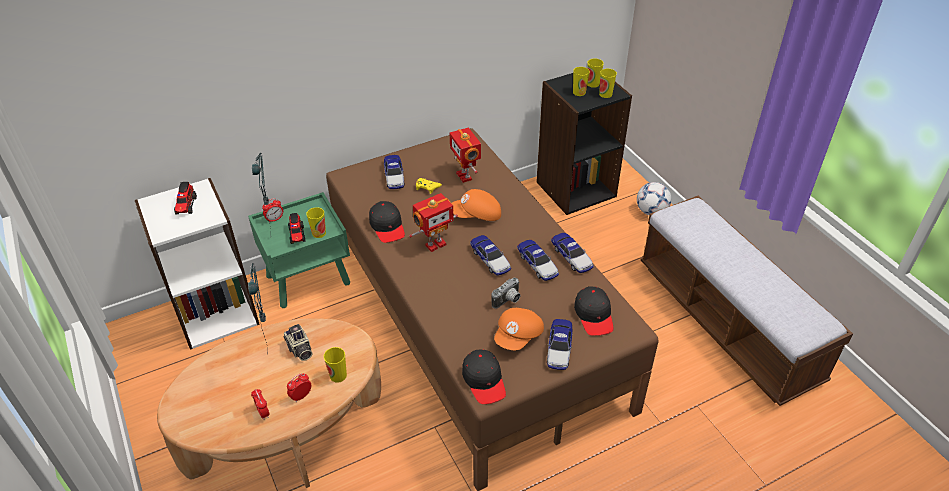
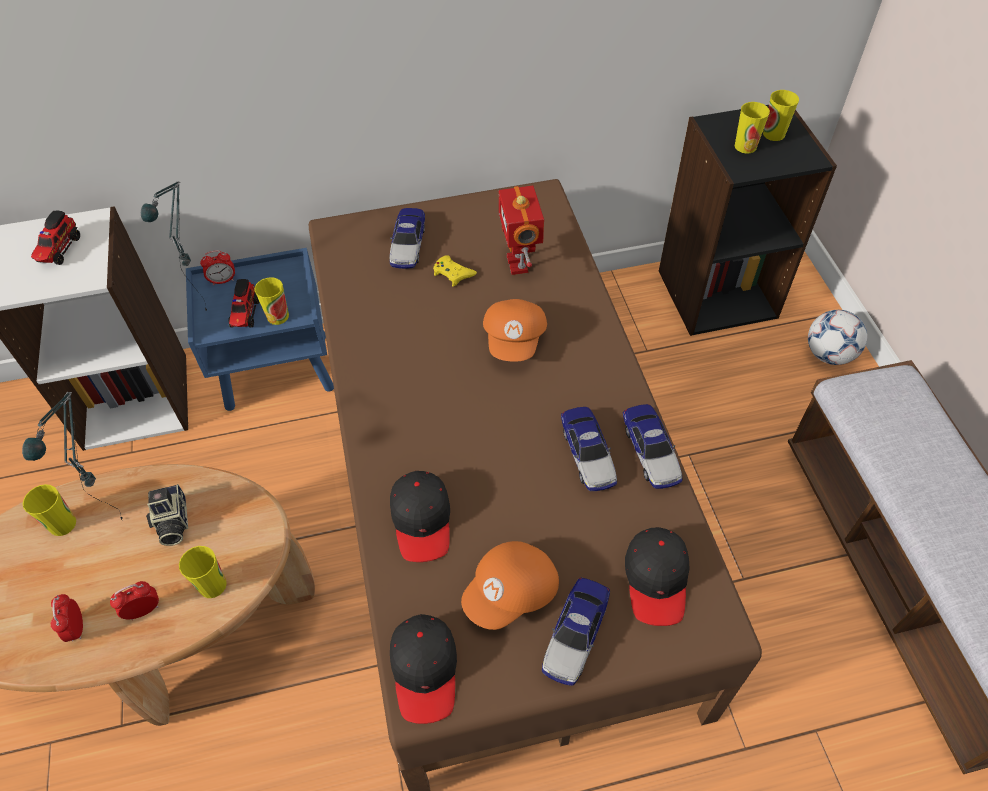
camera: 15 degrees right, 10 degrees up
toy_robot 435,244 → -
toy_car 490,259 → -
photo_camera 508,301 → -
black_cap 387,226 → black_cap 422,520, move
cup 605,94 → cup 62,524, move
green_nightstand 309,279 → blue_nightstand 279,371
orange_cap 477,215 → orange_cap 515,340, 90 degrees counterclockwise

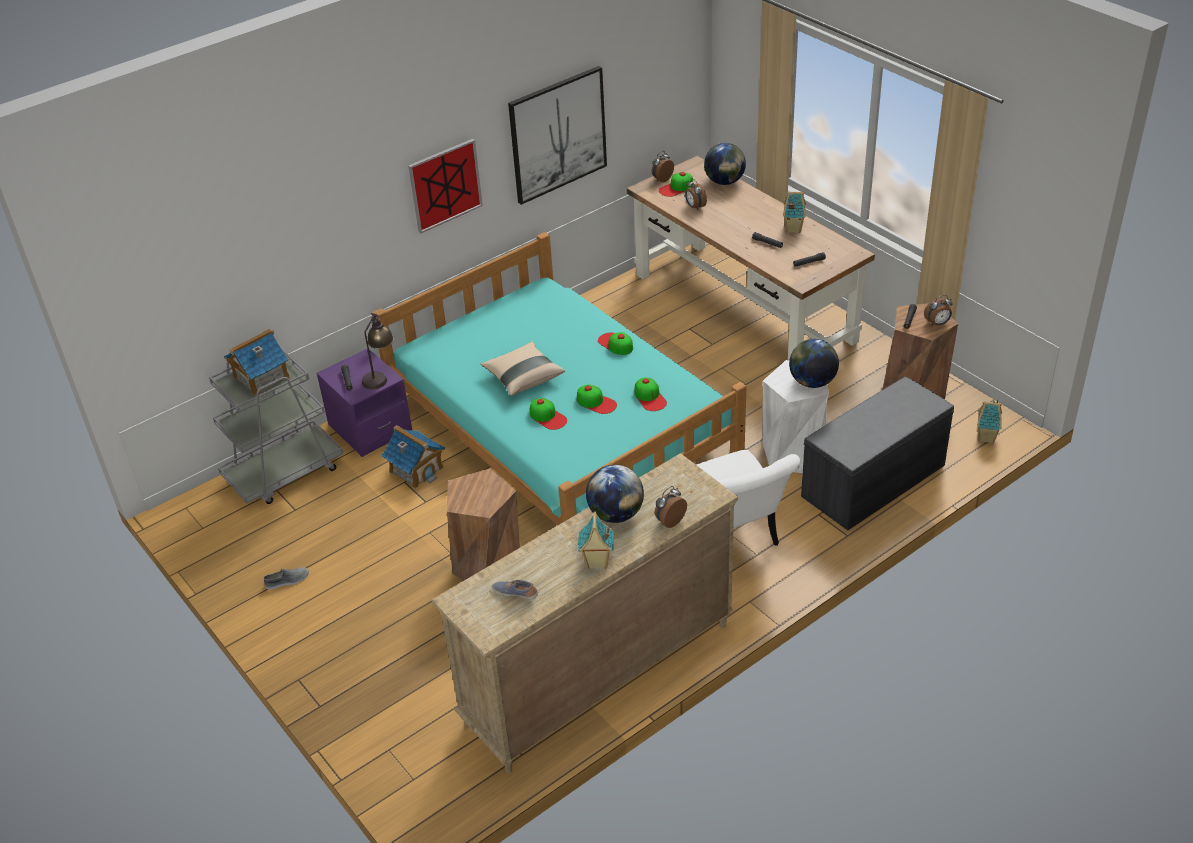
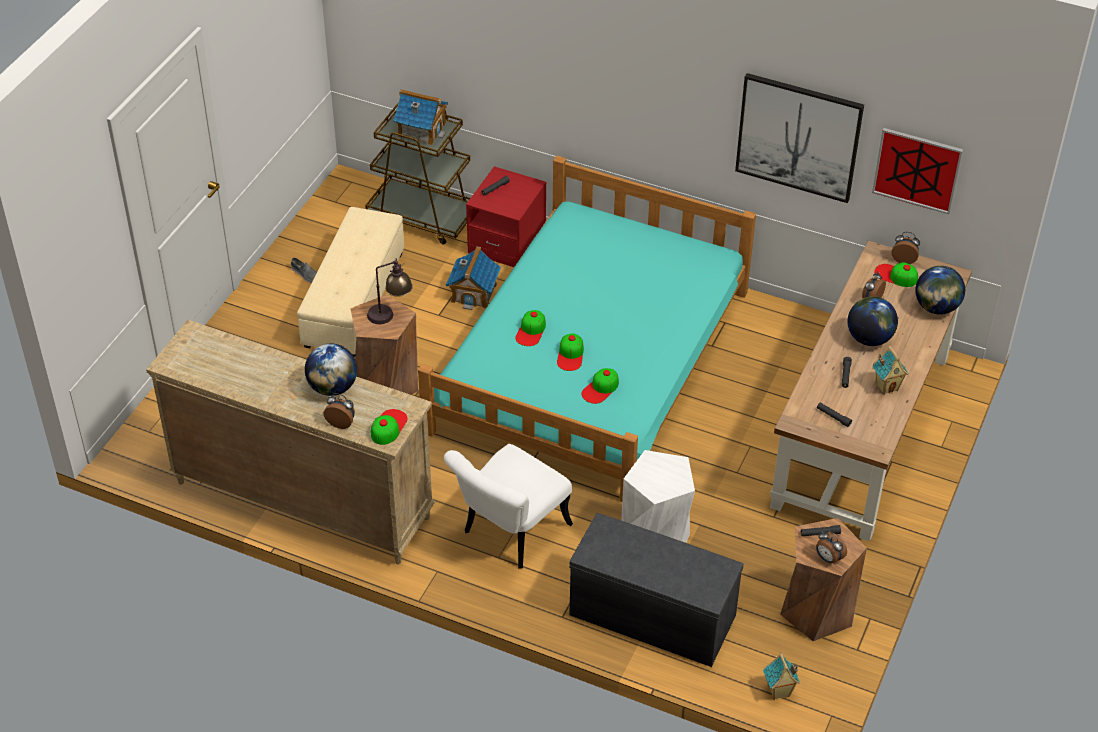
camera: 60 degrees right, 5 degrees up
beige_pillow 523,378 → -
shoe 515,593 → -
toy_house 596,562 → -
- → beige_ottoman 353,299
table_lamp 380,375 → table_lamp 390,315, move
picture 445,185 → picture 917,170, move
cap 615,344 → cap 388,427, move
globe 812,382 → globe 869,338, move
grey_cart 284,472 → brown_cart 423,217
purple_nightstand 370,428 → red_nightstand 507,242

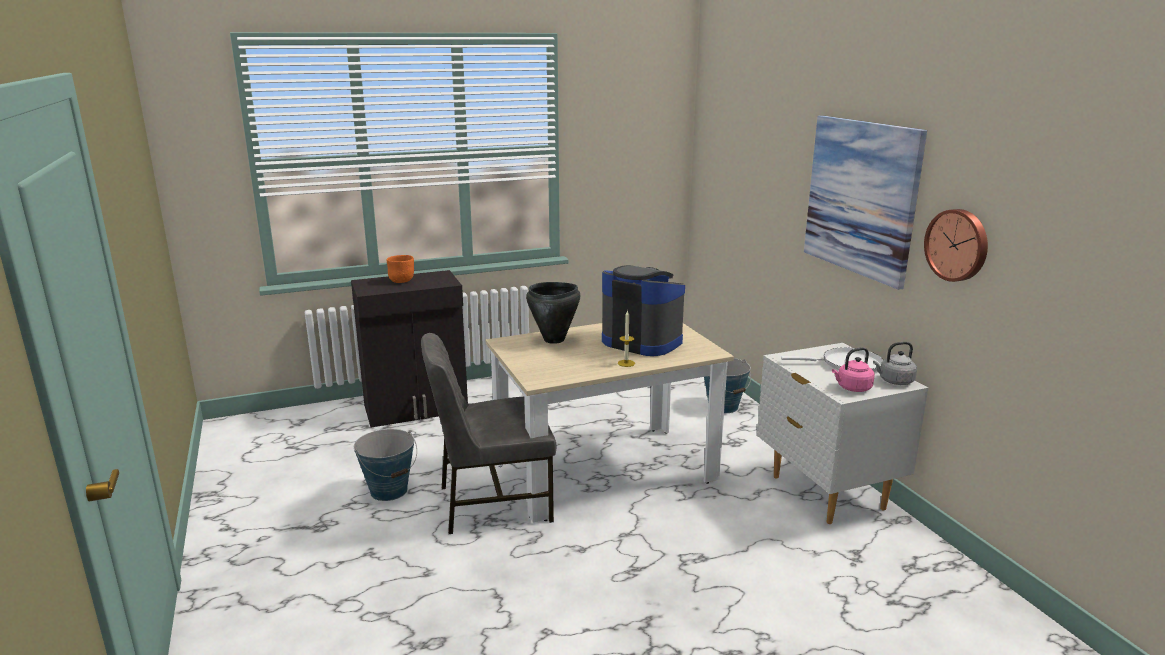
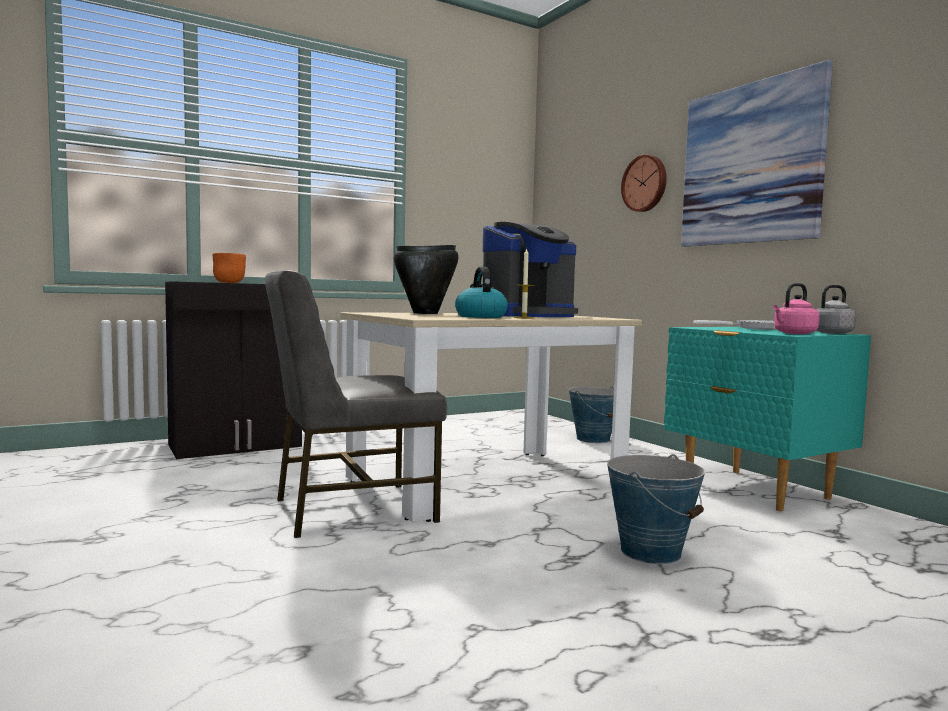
camera: 10 degrees left, 15 degrees down
- → kettle 480,317
bucket 389,490 → bucket 651,551, move
wall_clock 958,245 → wall_clock 645,183, move
white_nightstand 826,493 → turquoise_nightstand 754,490
coffee_machine 642,341 → coffee_machine 529,315, 120 degrees clockwise

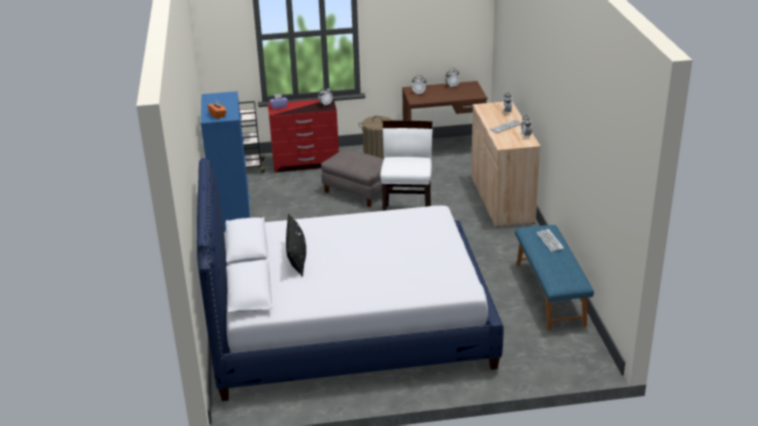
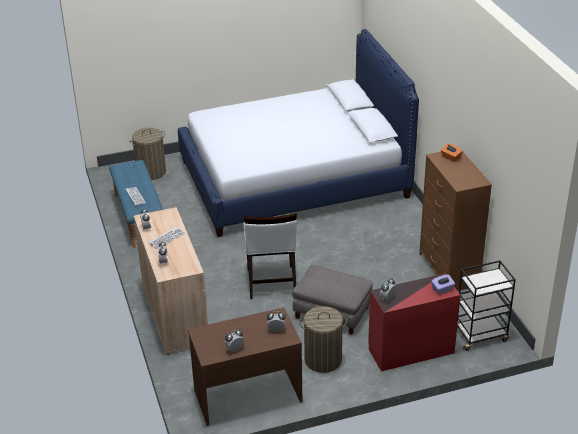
camera: 170 degrees right, 5 degrees up
black_pillow 297,257 → -
- → laundry_basket 151,172
blue_dresser 232,214 → brown_dresser 449,270

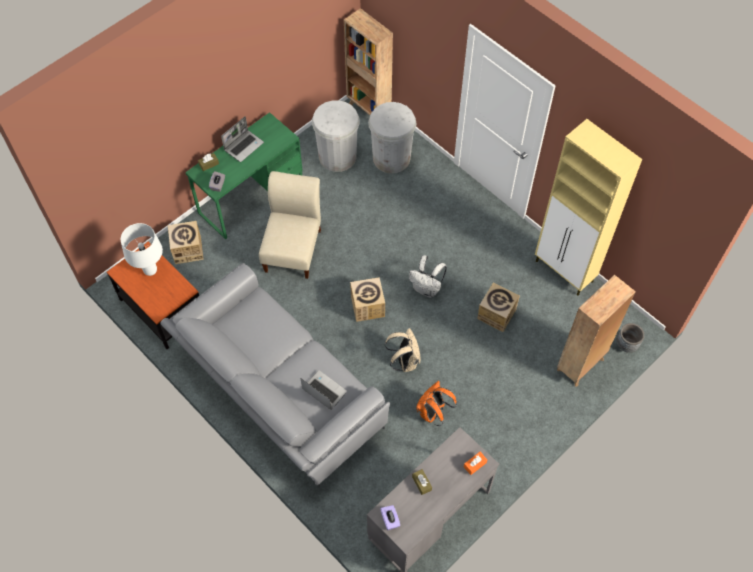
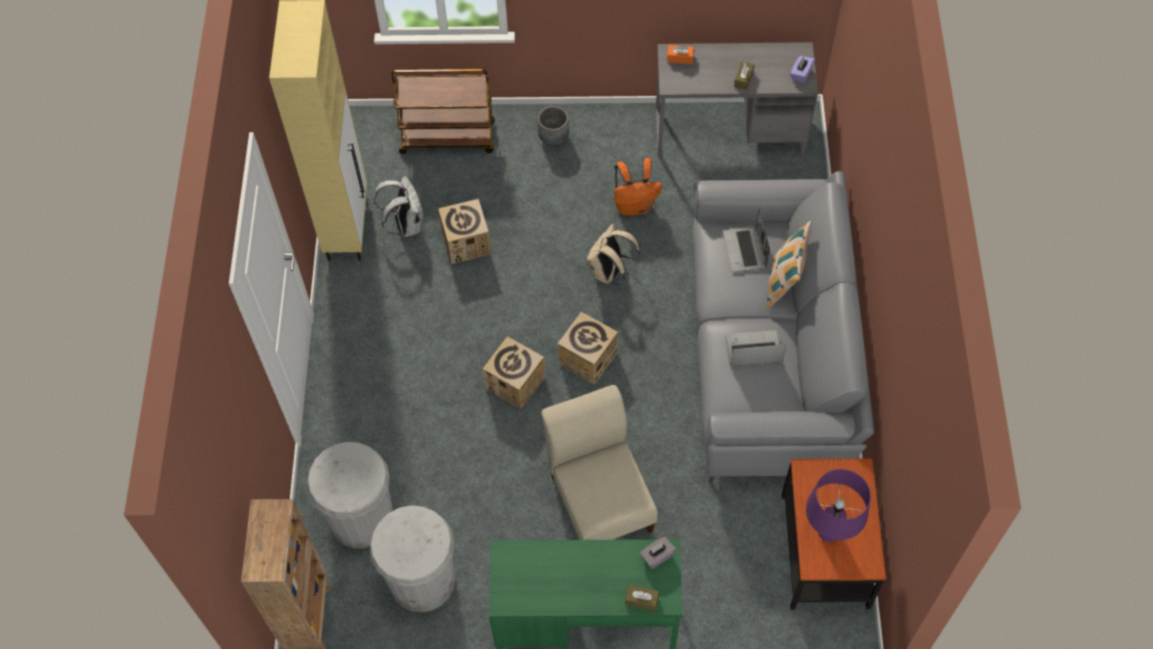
camera: 135 degrees left, 0 degrees up
- → pillow 784,283
cardboard_box 188,250 → cardboard_box 515,383, move
laptop 244,146 → laptop 752,350, move
white_backpack 427,289 → white_backpack 406,225, move
grey_planter 627,345 → grey_planter 554,138, move
brown_bookcase 579,365 → brown_cart 448,137
white_table_lamp 150,270 → purple_table_lamp 828,533
beige_chair 293,248 → beige_chair 600,498, 105 degrees clockwise

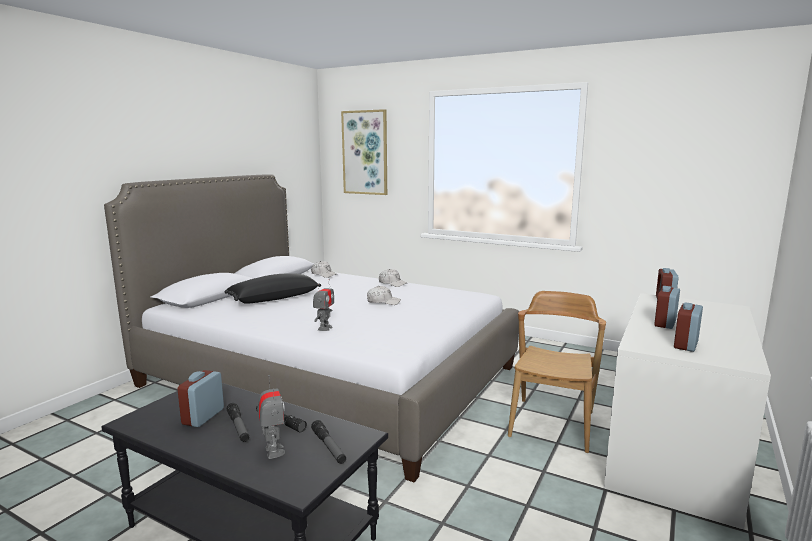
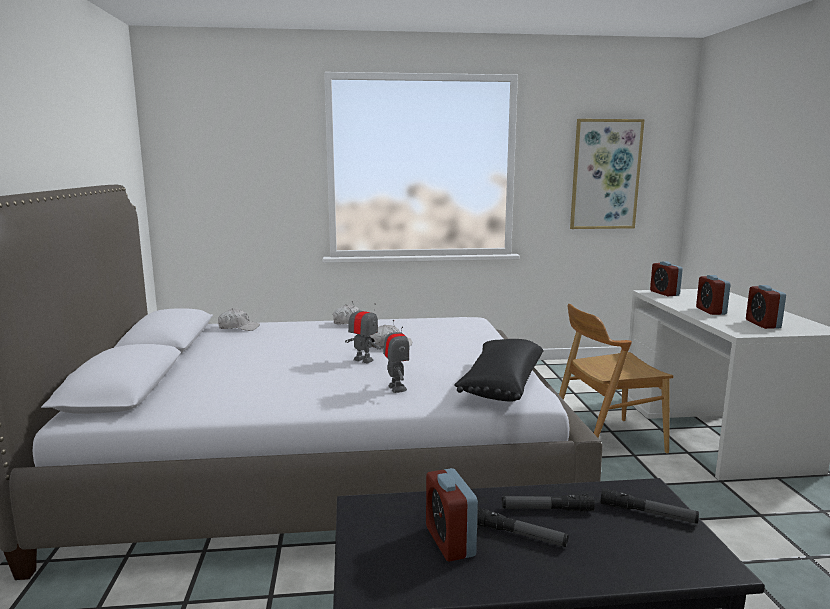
camera: 35 degrees left, 0 degrees up
black_pillow 274,298 → black_pillow 500,385, move
toy_robot 273,451 → toy_robot 363,360, move
picture 365,152 → picture 605,174, move
brown_chair 552,424 → brown_chair 606,440, 90 degrees counterclockwise

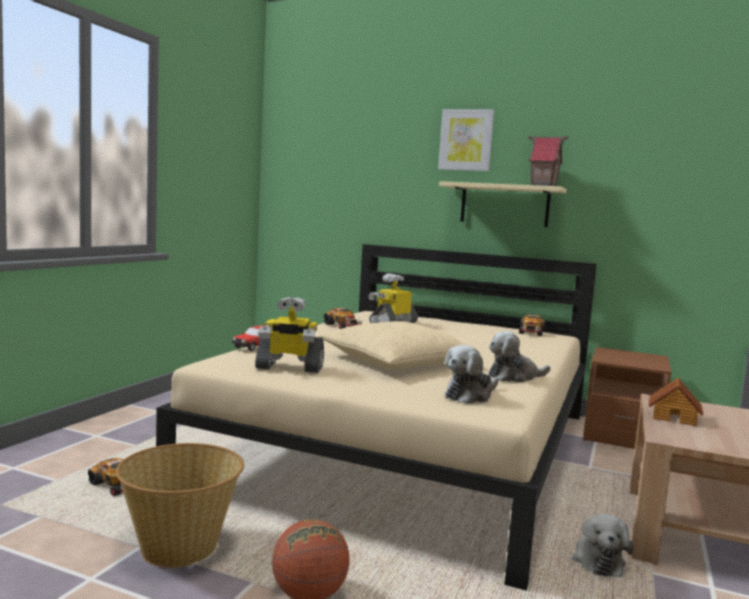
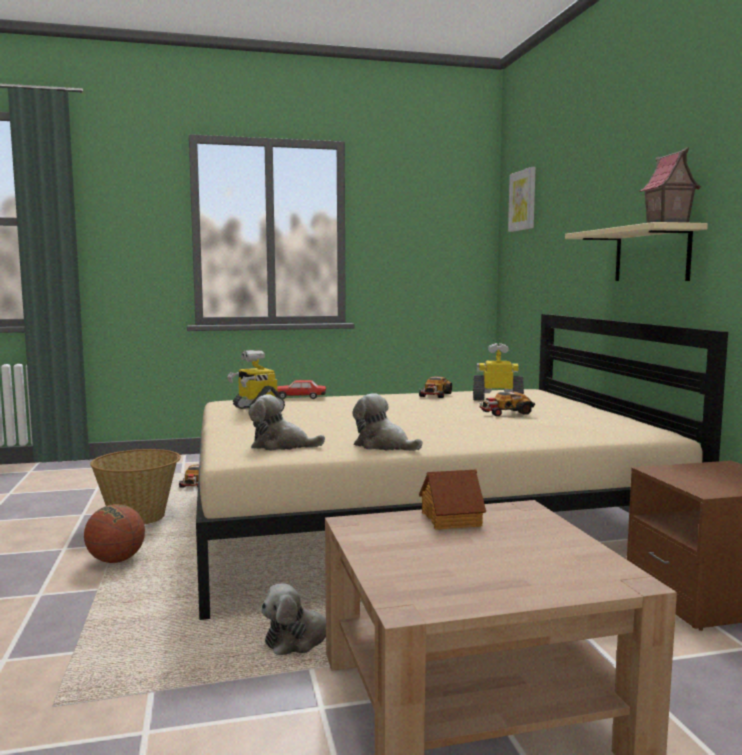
camera: 55 degrees right, 0 degrees up
beige_pillow 396,361 → -
picture 466,140 → picture 523,200, move
toy_car 531,332 → toy_car 505,412, move

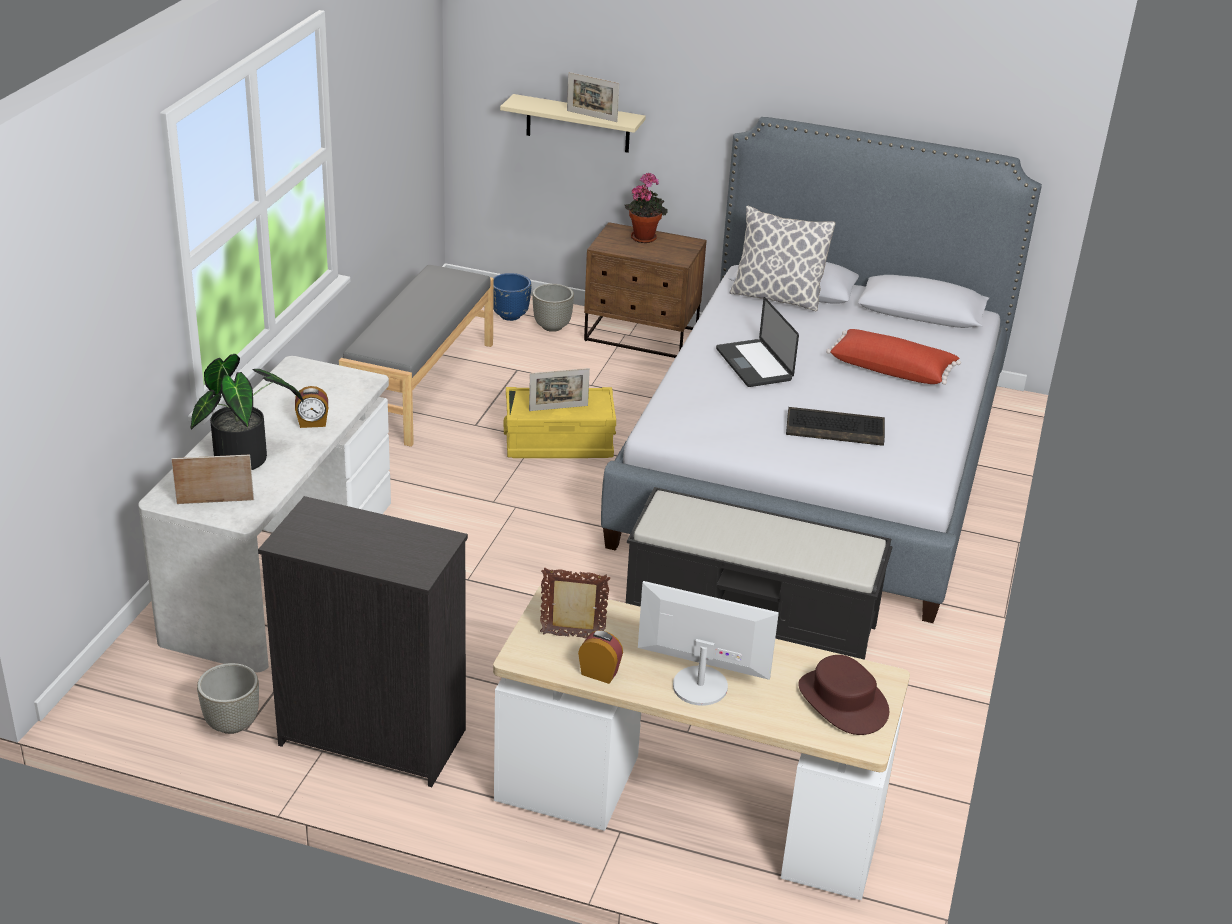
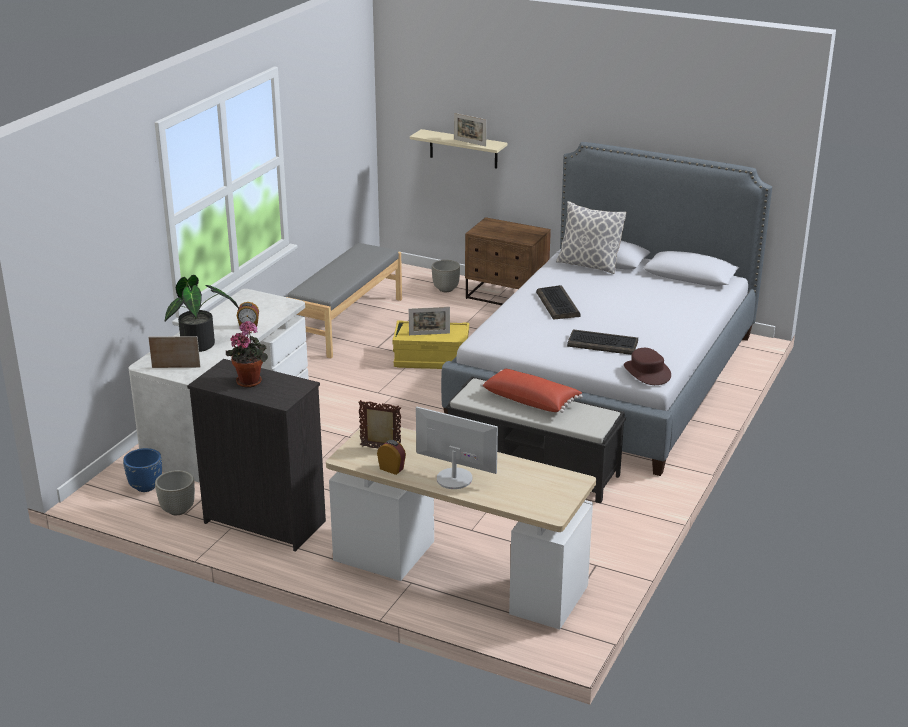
camera: 10 degrees right, 5 degrees down
blue_planter 510,316 → blue_planter 146,487, move
potted_plant 644,237 → potted_plant 250,381, move
brown_hat 842,701 → brown_hat 646,372, move
red_pillow 891,369 → red_pillow 531,400, move
laptop 754,365 → keyboard 558,304

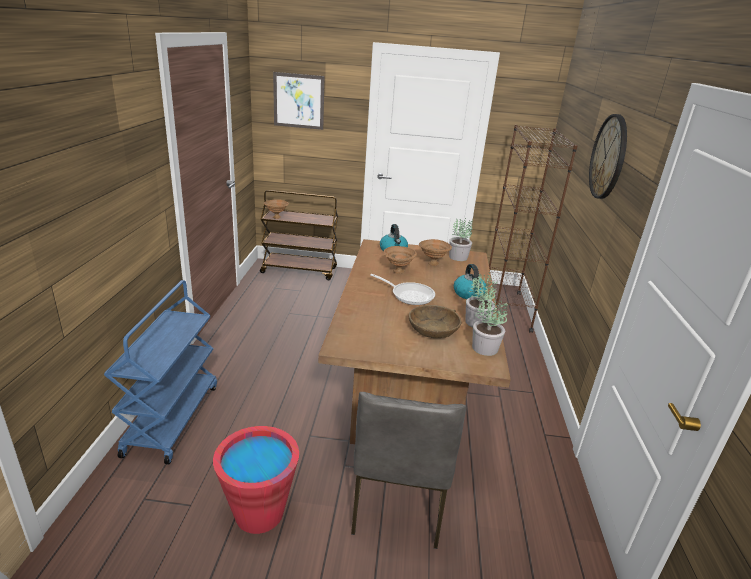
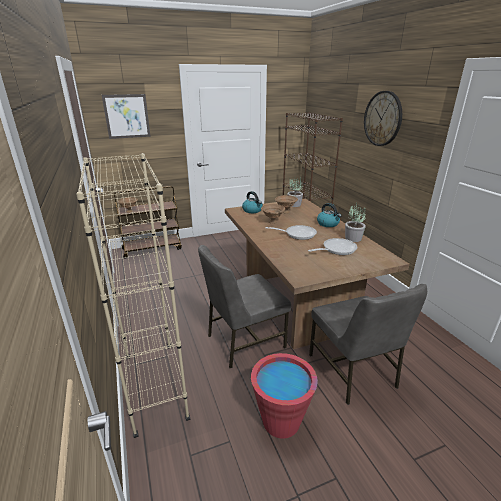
camera: 25 degrees left, 0 degrees up
potted_plant 485,348 → -
- → grey_chair 244,341
blue_cart 172,418 → beige_bookcase 155,386
brown_bowl 433,328 → frying_pan 336,249

